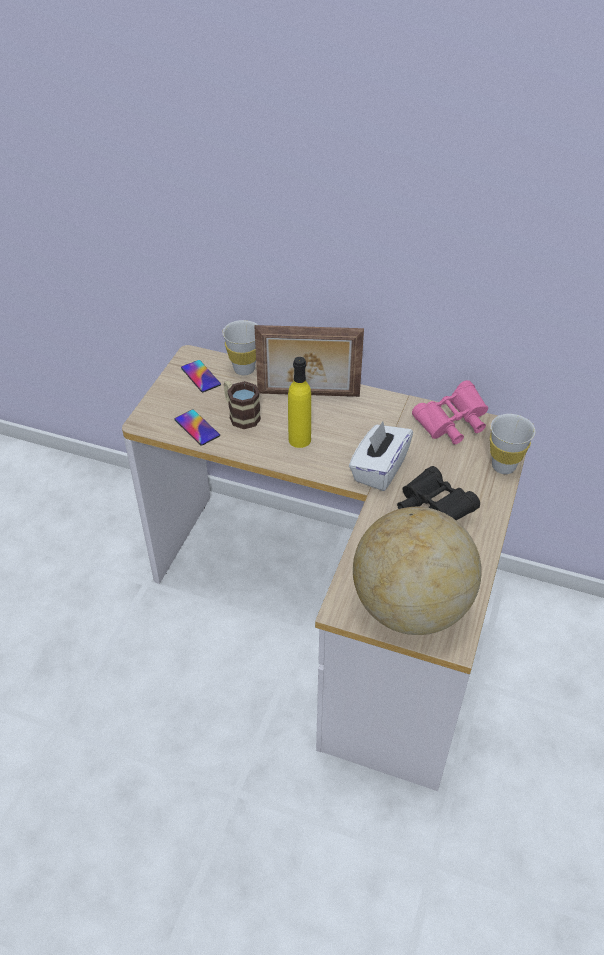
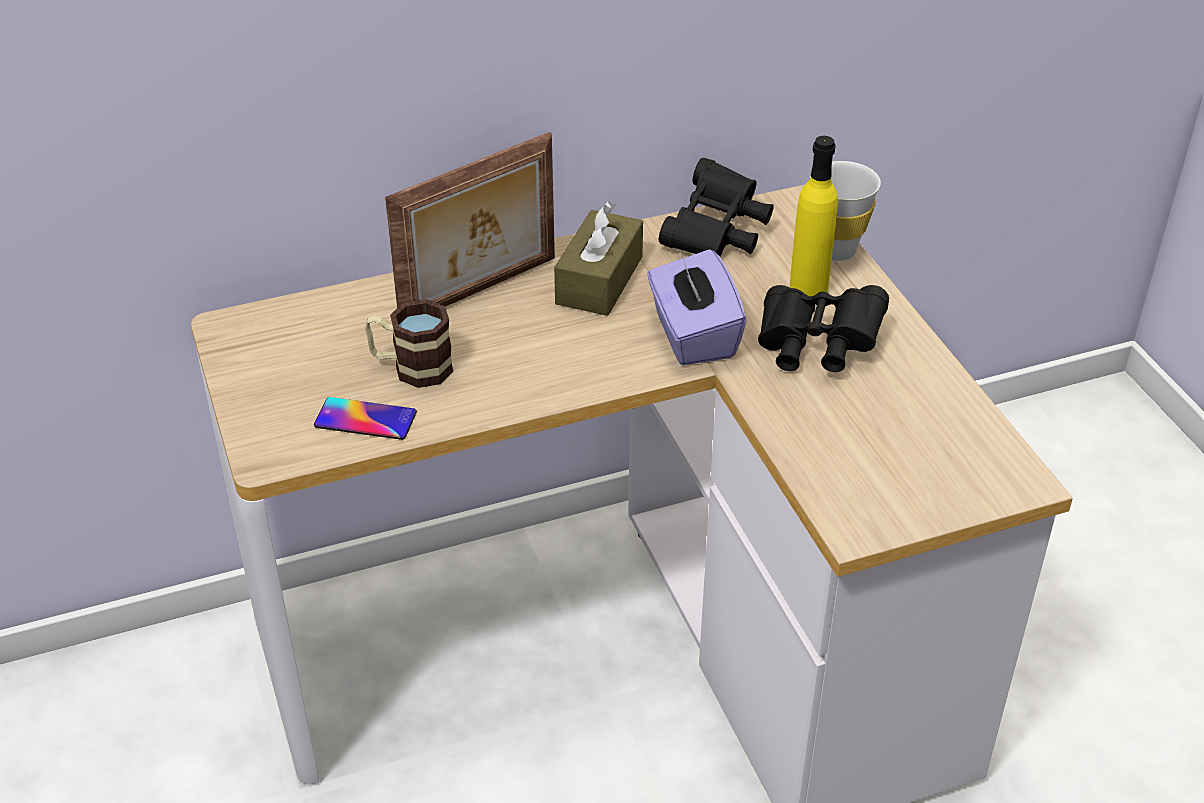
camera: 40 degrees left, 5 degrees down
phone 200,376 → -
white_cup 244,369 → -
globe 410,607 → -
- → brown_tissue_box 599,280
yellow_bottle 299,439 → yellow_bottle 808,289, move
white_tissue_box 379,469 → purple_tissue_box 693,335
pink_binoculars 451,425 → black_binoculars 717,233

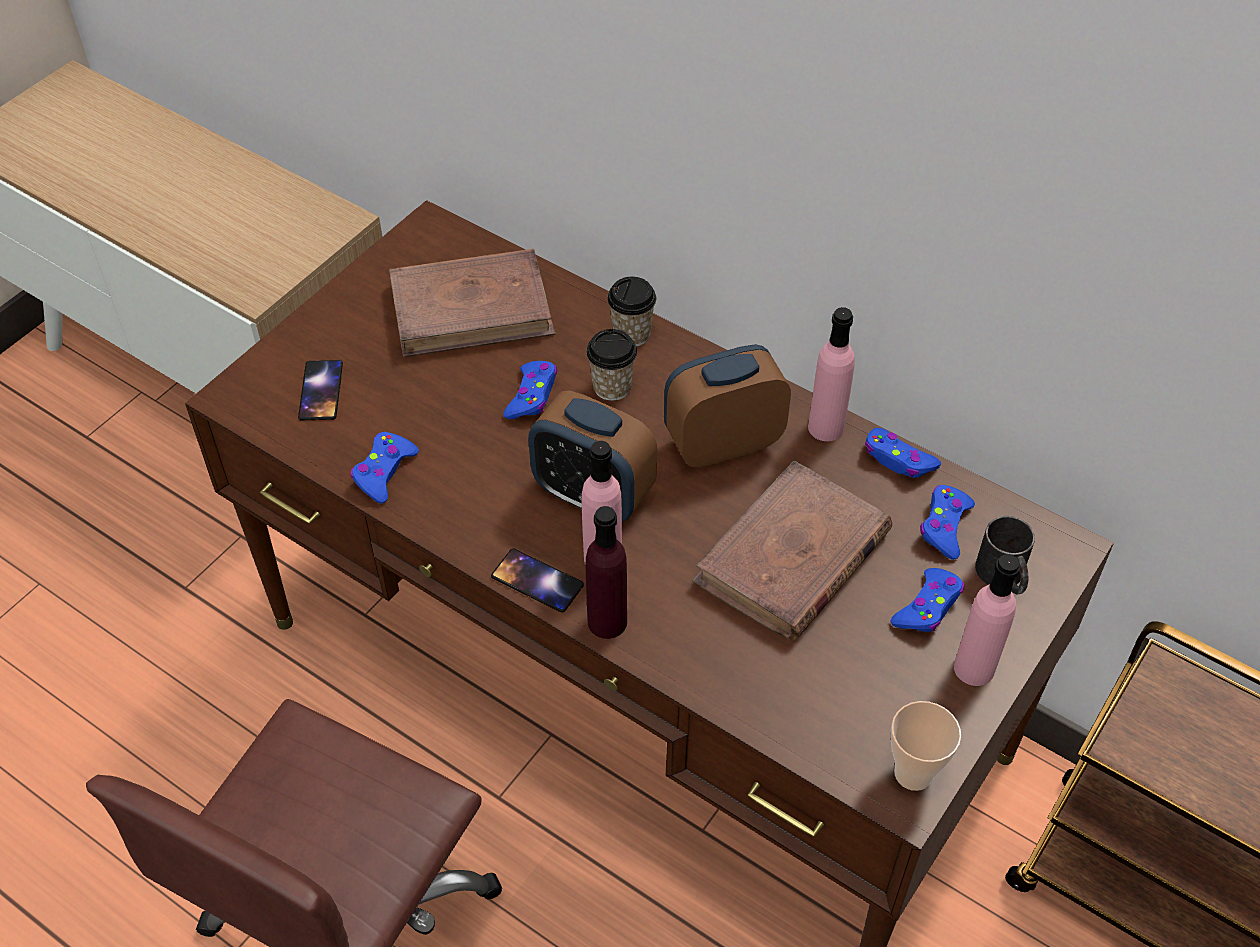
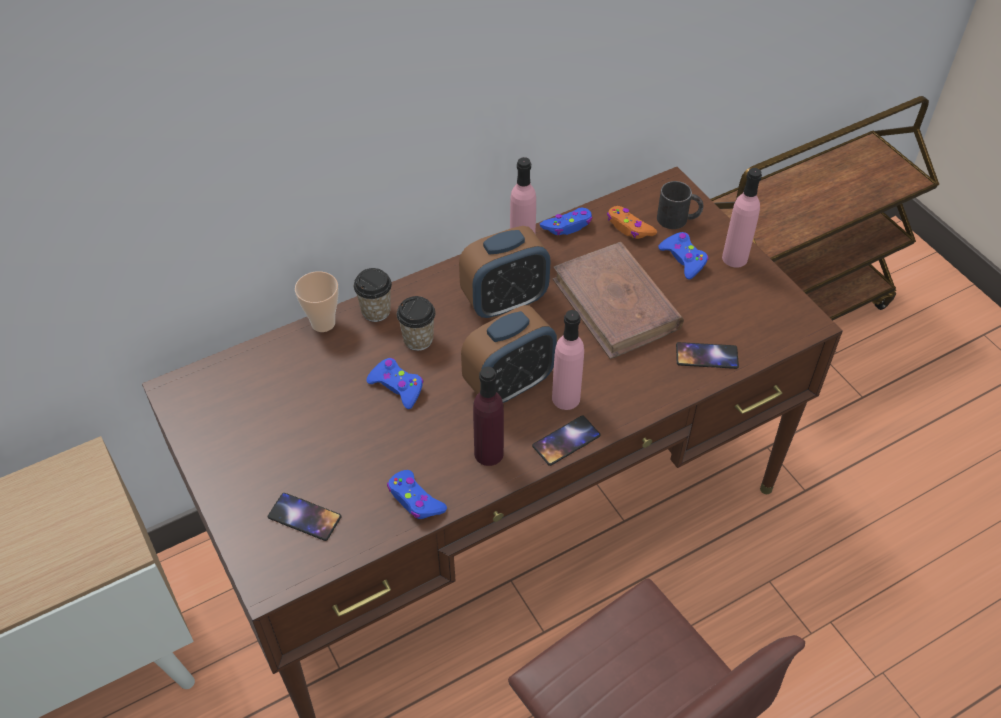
camera: 65 degrees left, 0 degrees up
brown_book 472,309 → -
- → phone 706,356
purple_bottle 607,622 → purple_bottle 489,453, move
cup 913,773 → cup 323,323, move
blue_game_controller 944,526 → orange_game_controller 629,227
alarm_clock 723,443 → alarm_clock 505,301, 120 degrees counterclockwise

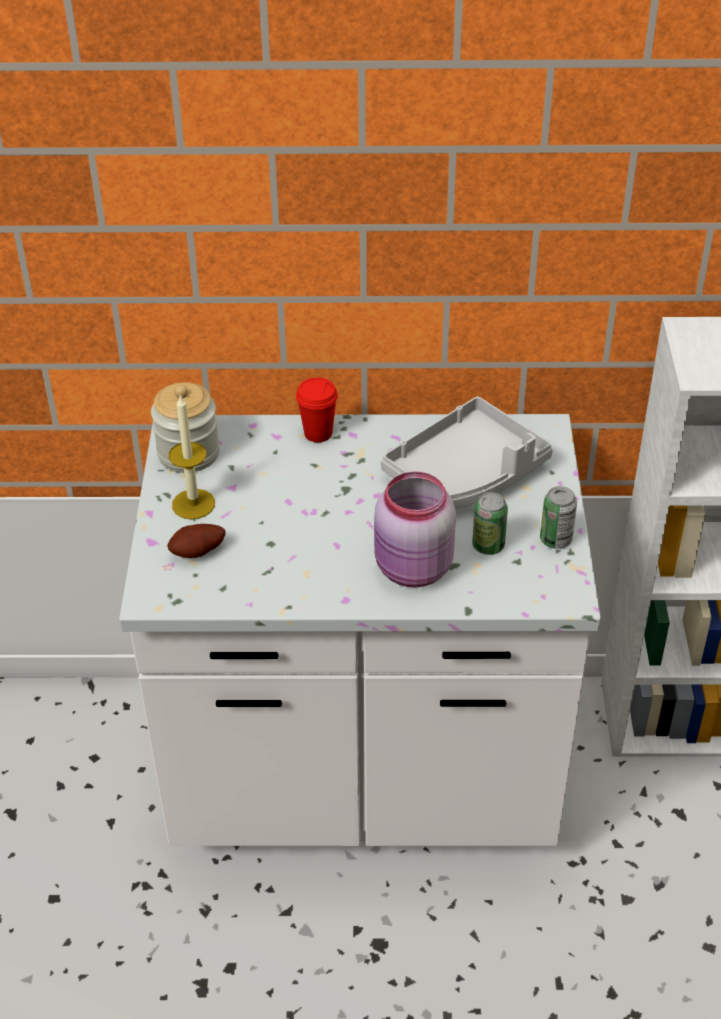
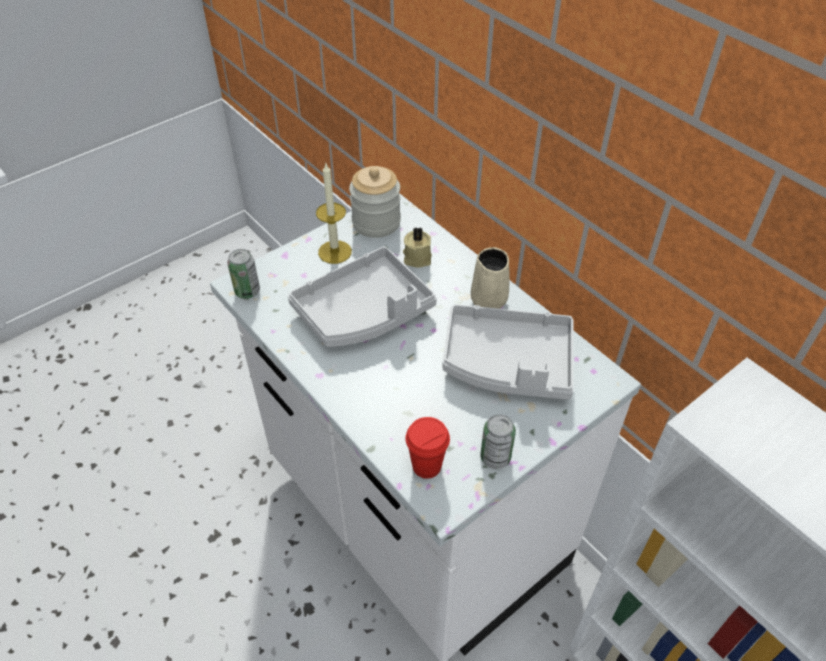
camera: 50 degrees right, 5 degrees up
potato 198,553 → -
pink_jar 413,569 → -
- → grey_tray 364,312
- → beige_candle 416,258
- → beige_mug 489,299
red_cup 318,433 → red_cup 426,466, move
can 488,545 → can 247,291, move

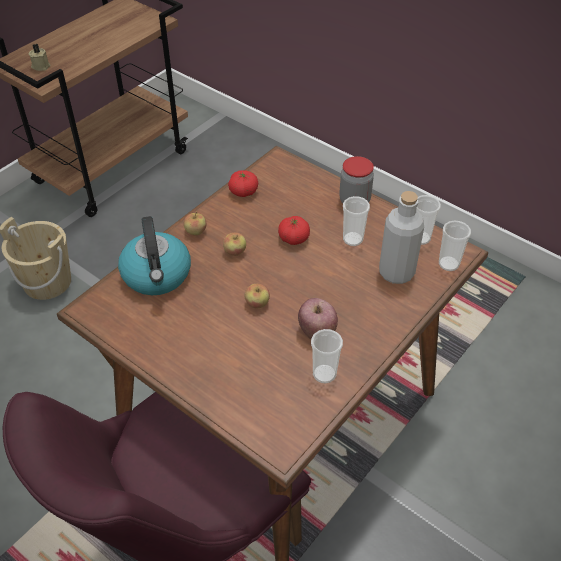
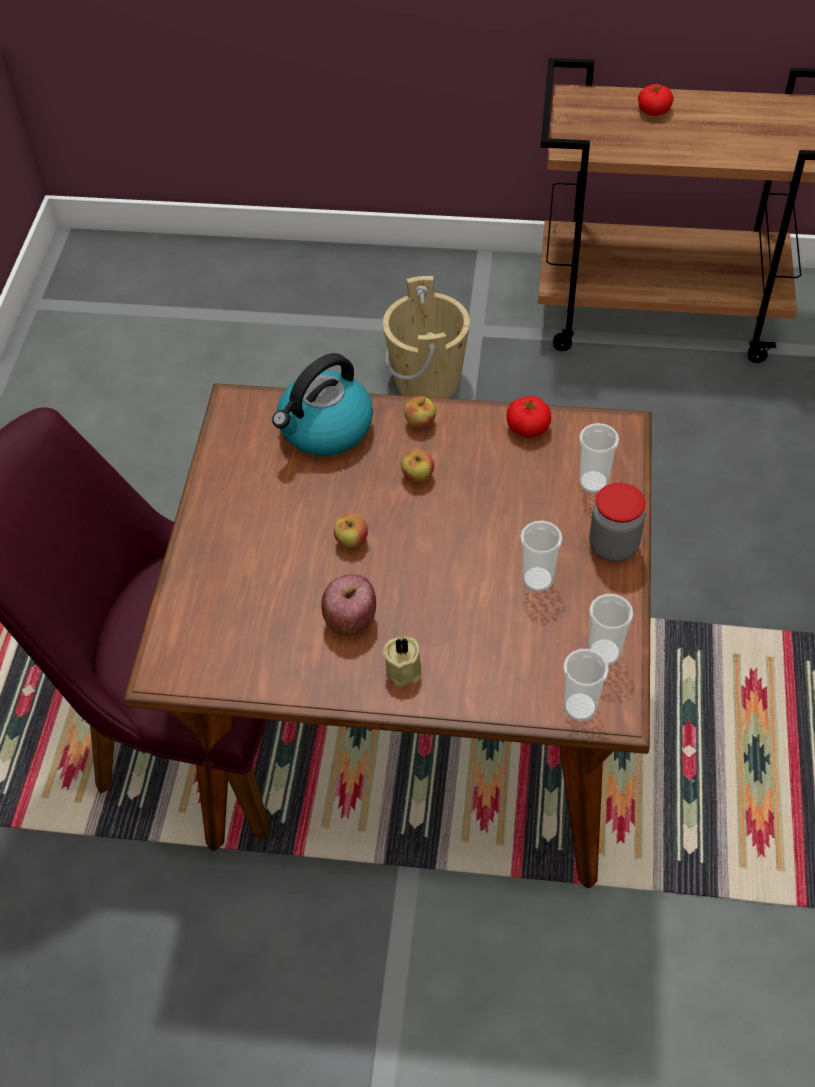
camera: 60 degrees right, 5 degrees up
grey_bottle 396,272 → -
beige_candle 41,66 → beige_candle 405,668, move
tomato 293,238 → tomato 653,111, move
cup 324,374 → cup 593,482, move

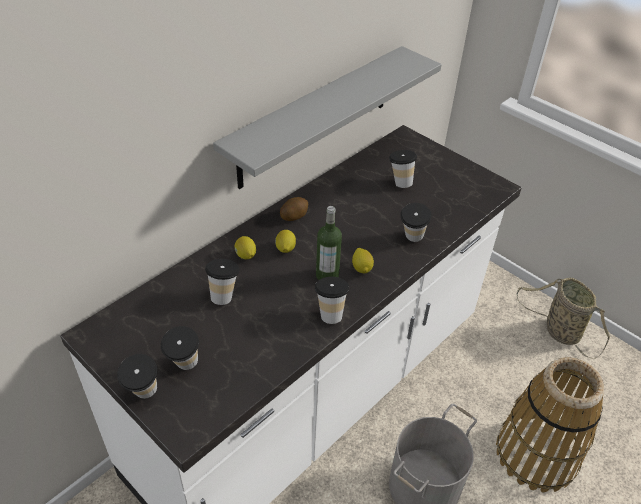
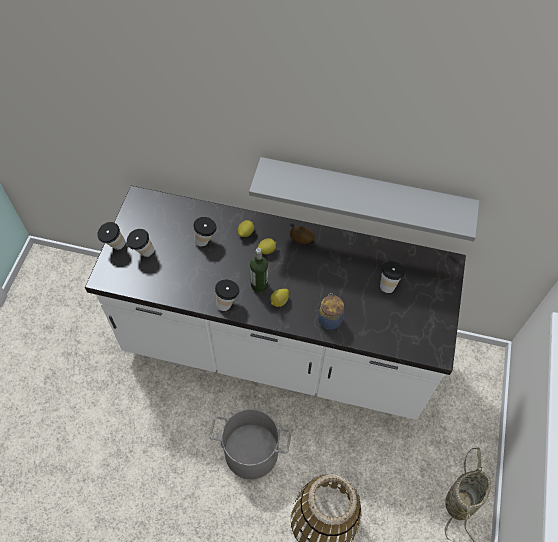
camera: 60 degrees right, 15 degrees up
cup 411,239 → jar 329,319

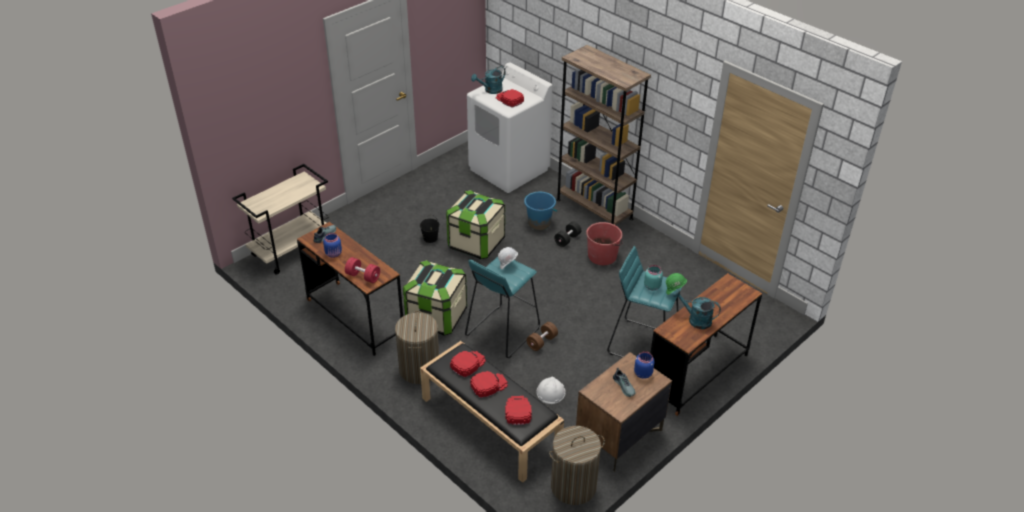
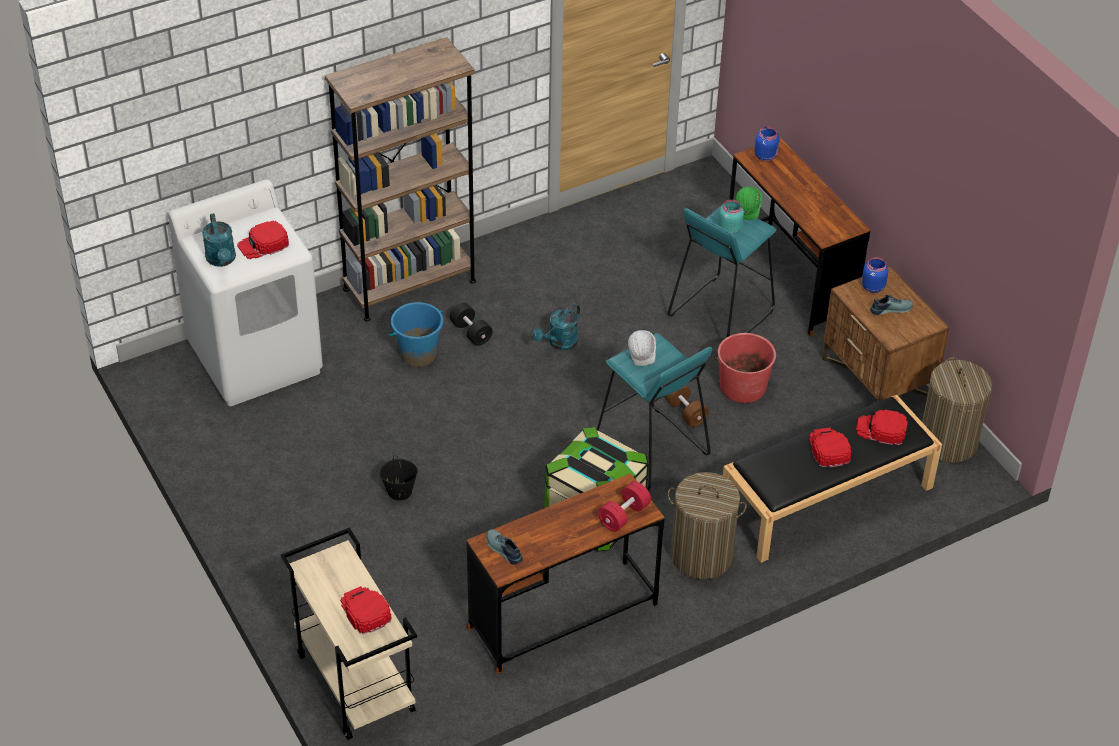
camera: 75 degrees left, 5 degrees up
storage_box 476,243 → -
white_hard_hat 550,392 → -
blue_jar 334,254 → blue_jar 766,156, move
red_cap 468,364 → red_cap 364,611, move
red_bucket 602,256 → red_bucket 742,386, move
turquoise_watering_can 695,320 → turquoise_watering_can 559,343, move

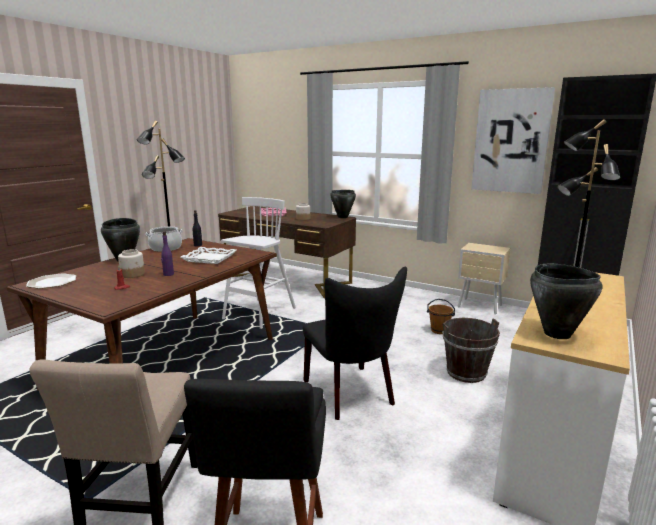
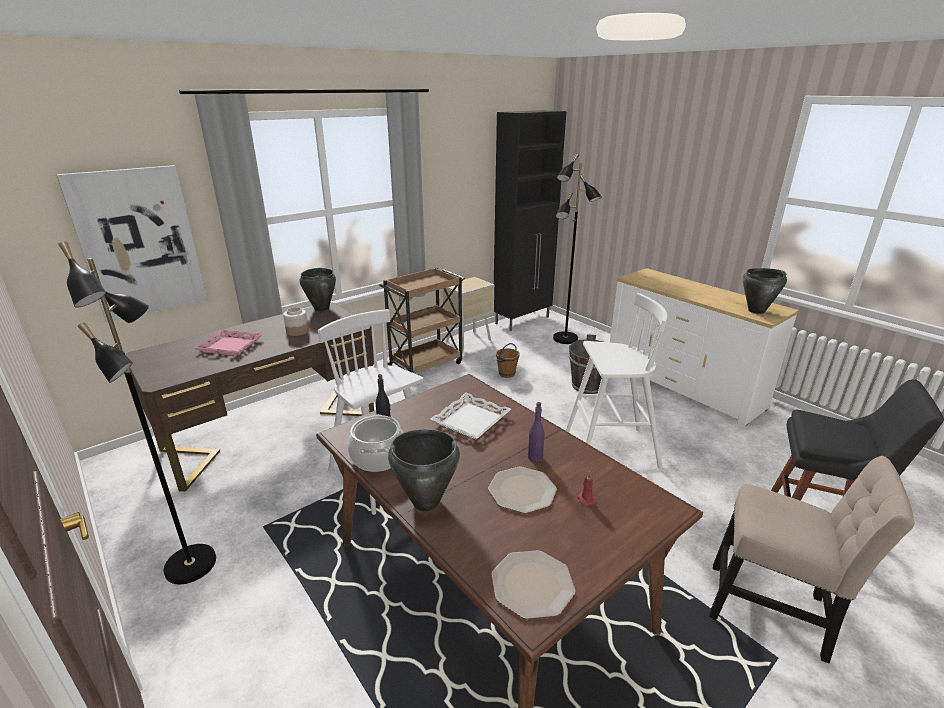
camera: 70 degrees left, 10 degrees up
- → brown_cart 426,364
picture 511,141 → picture 139,243, move
jar 133,274 → plate 522,490
black_chair 351,395 → white_stool 609,449

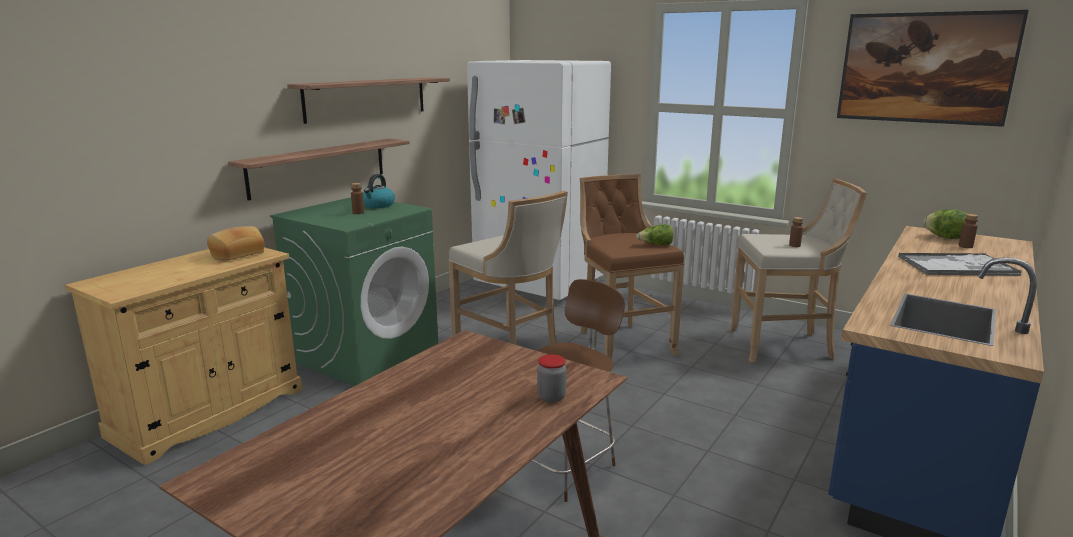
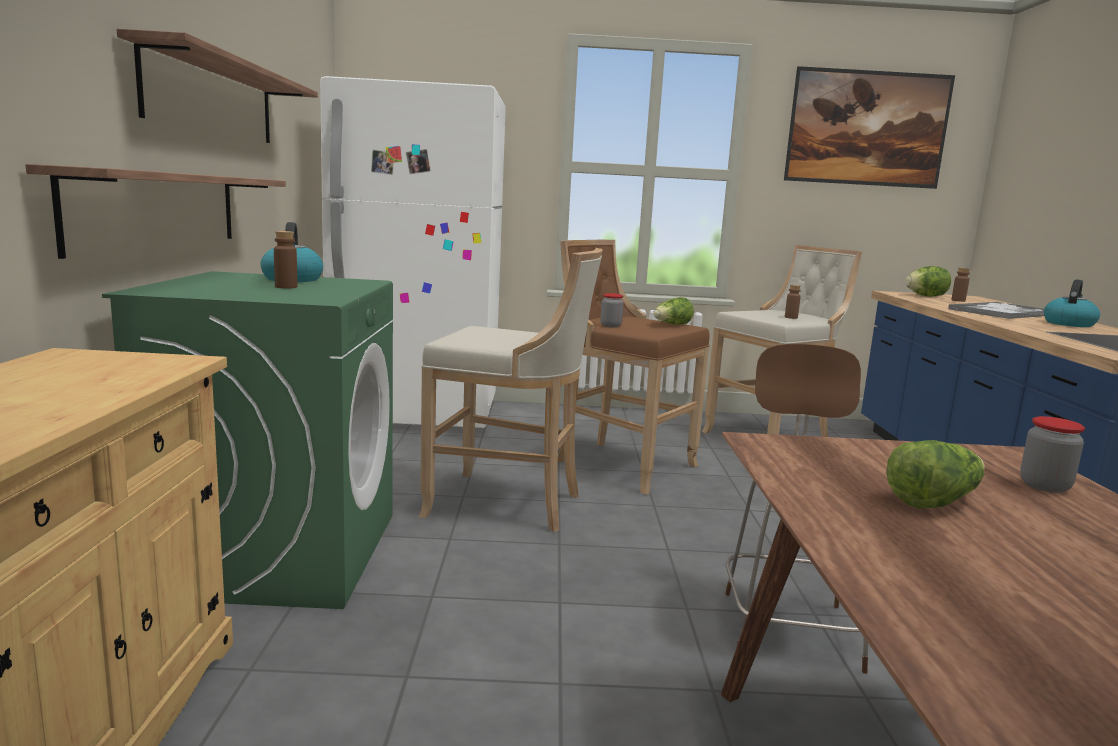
camera: 35 degrees left, 5 degrees down
bread 237,254 → -
- → jar 610,326
- → lettuce 933,500
- → kettle 1068,324

